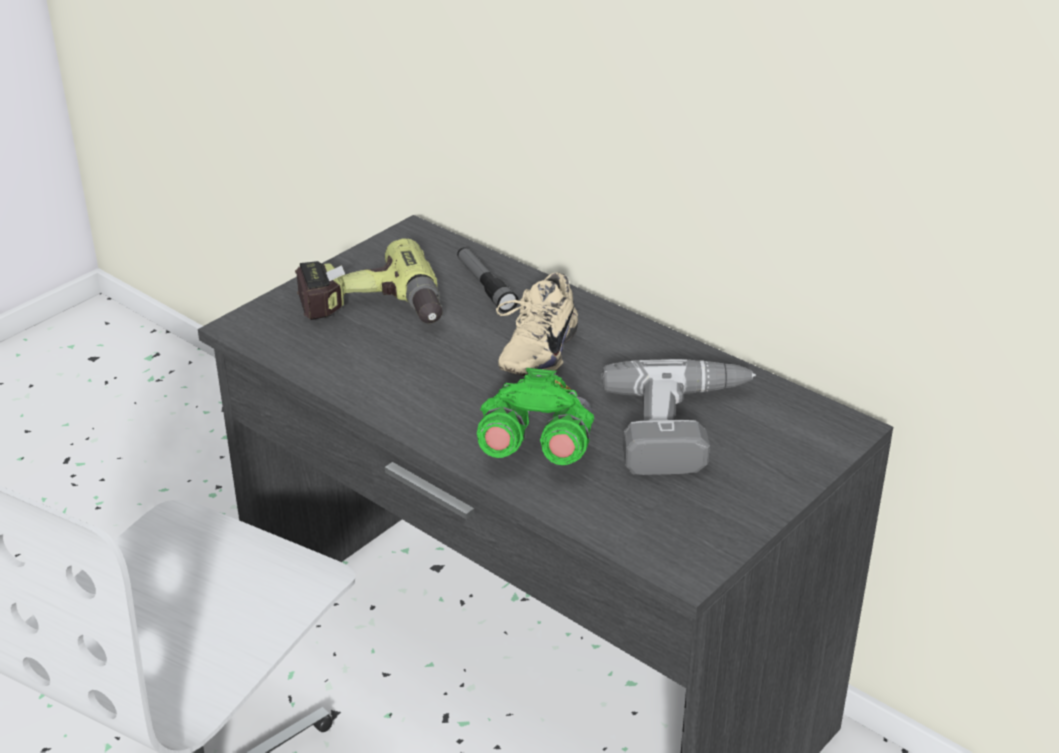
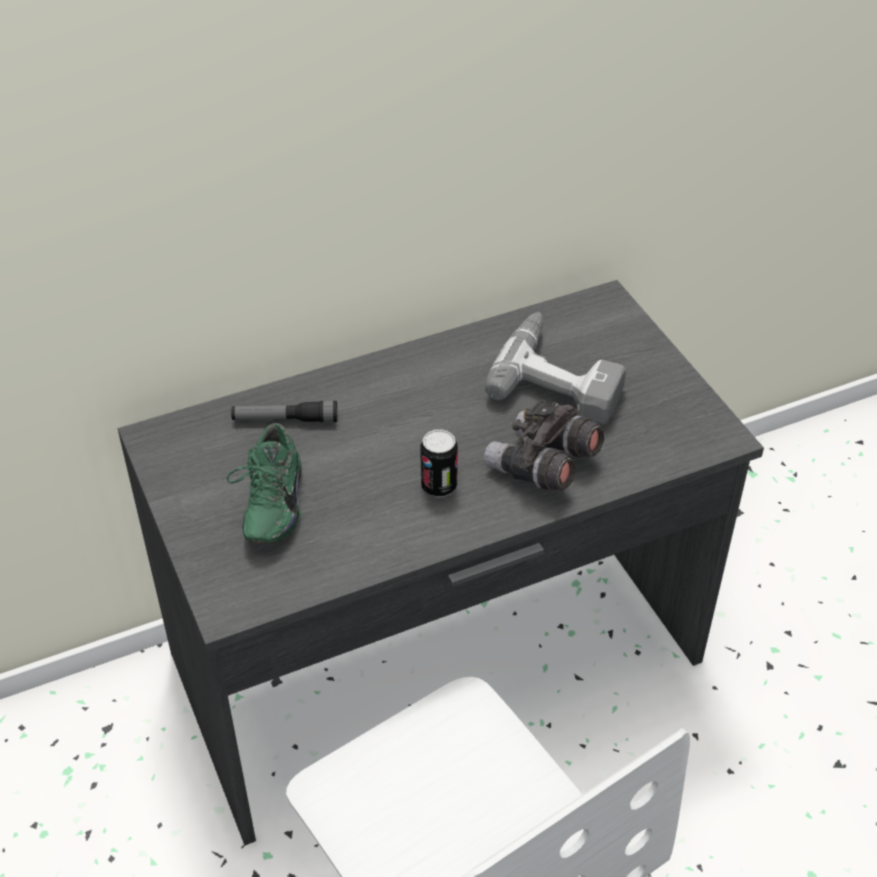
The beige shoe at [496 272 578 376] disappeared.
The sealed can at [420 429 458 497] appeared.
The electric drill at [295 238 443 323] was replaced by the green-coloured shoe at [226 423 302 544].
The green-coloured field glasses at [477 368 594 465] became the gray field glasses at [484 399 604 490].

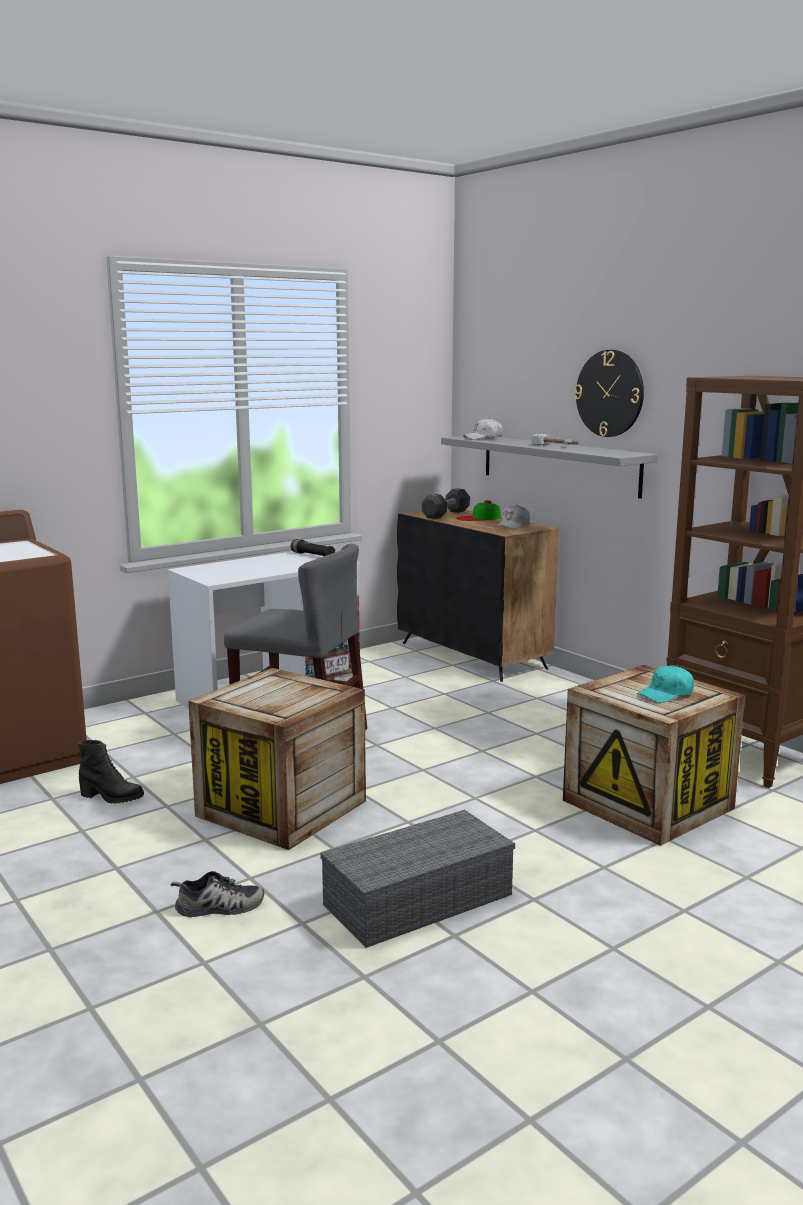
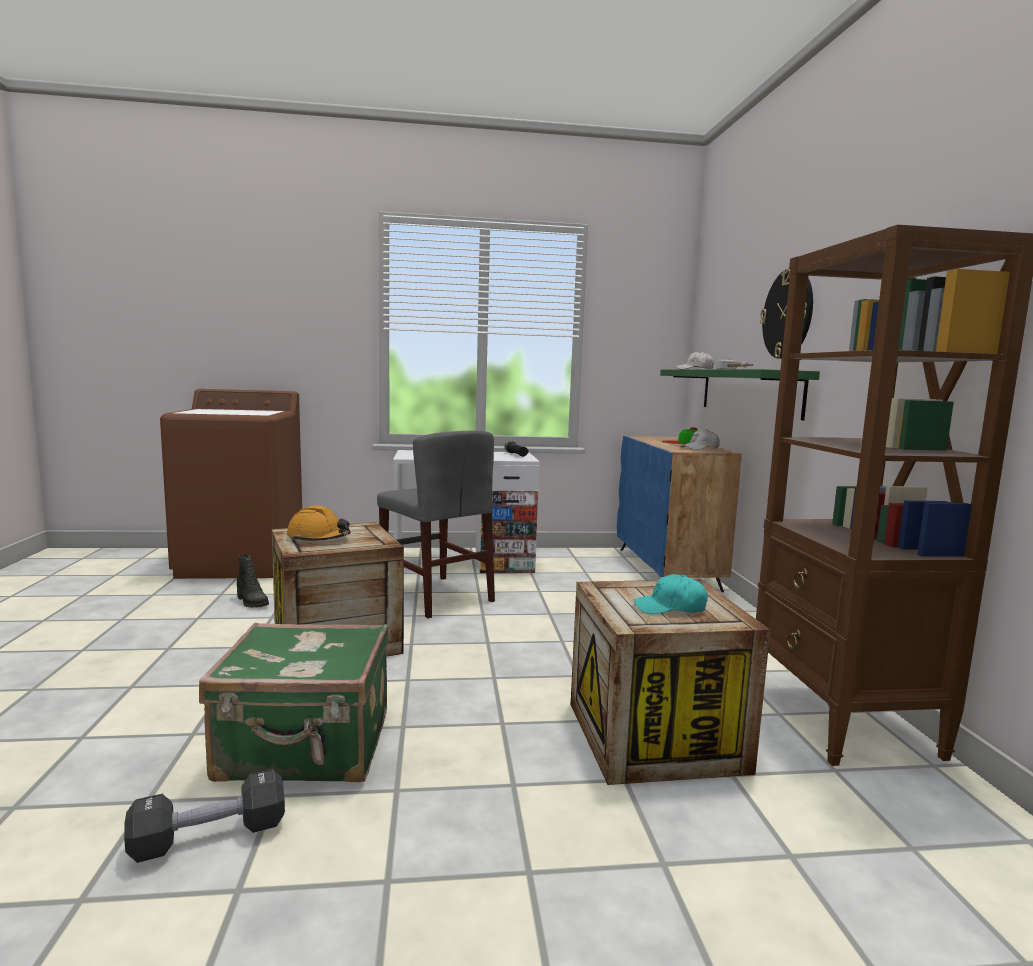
The shoe at [171 871 265 917] disappeared.
The orange-coloured hard hat at [286 506 351 542] appeared.
The black-coloured free weight moved from [422 488 470 519] to [124 769 285 863].
The gray storage box at [320 810 515 948] was replaced by the green-coloured travel case at [199 622 389 782].
The black-coloured storage cabinet at [397 508 559 682] became the bluish storage cabinet at [617 436 742 592].
The gray wall shelf at [441 436 658 499] became the green-coloured wall shelf at [660 369 820 421].

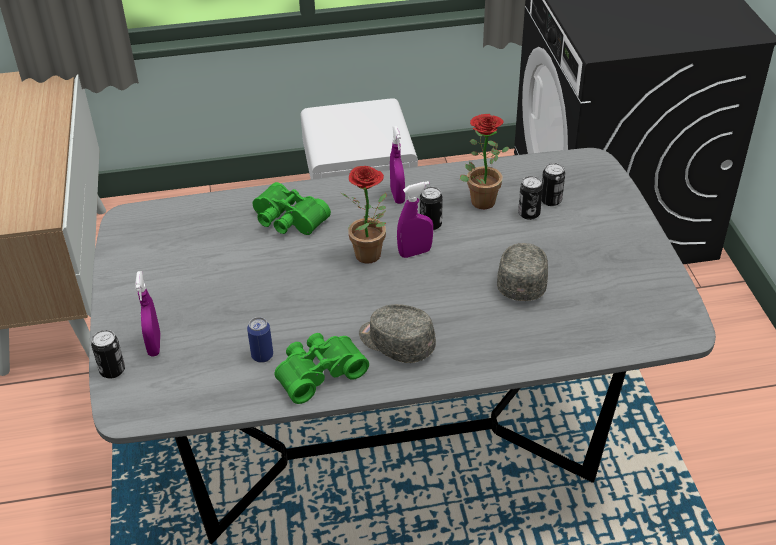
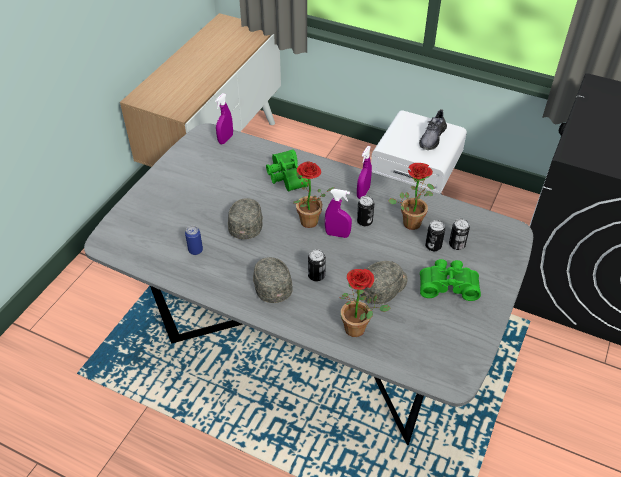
The gray peaked cap at [228 198 263 239] appeared.
The potted plant at [339 269 391 337] appeared.
The gray shoe at [419 109 447 150] appeared.
The sealed can moved from [91 330 125 379] to [308 249 326 281].
The purple-coloured hand sprayer moved from [135 271 161 356] to [215 93 233 144].
The green-coloured field glasses moved from [275 333 369 404] to [420 259 481 301].

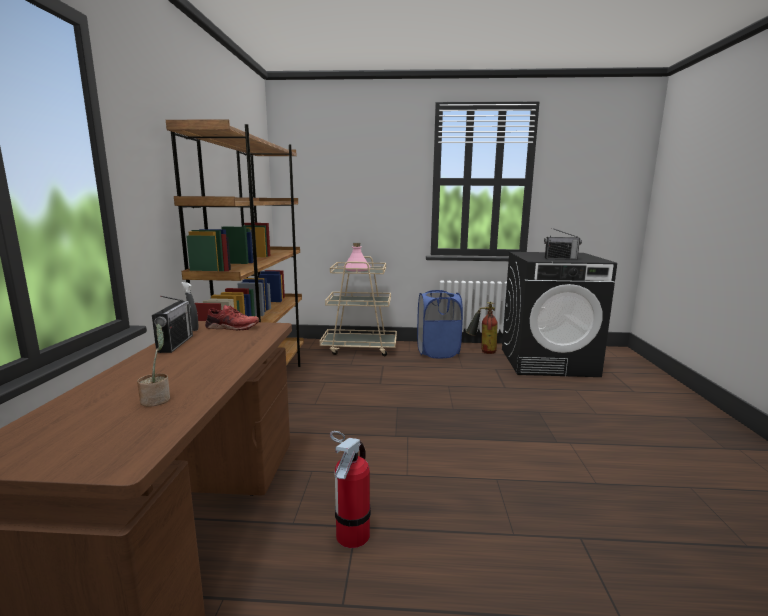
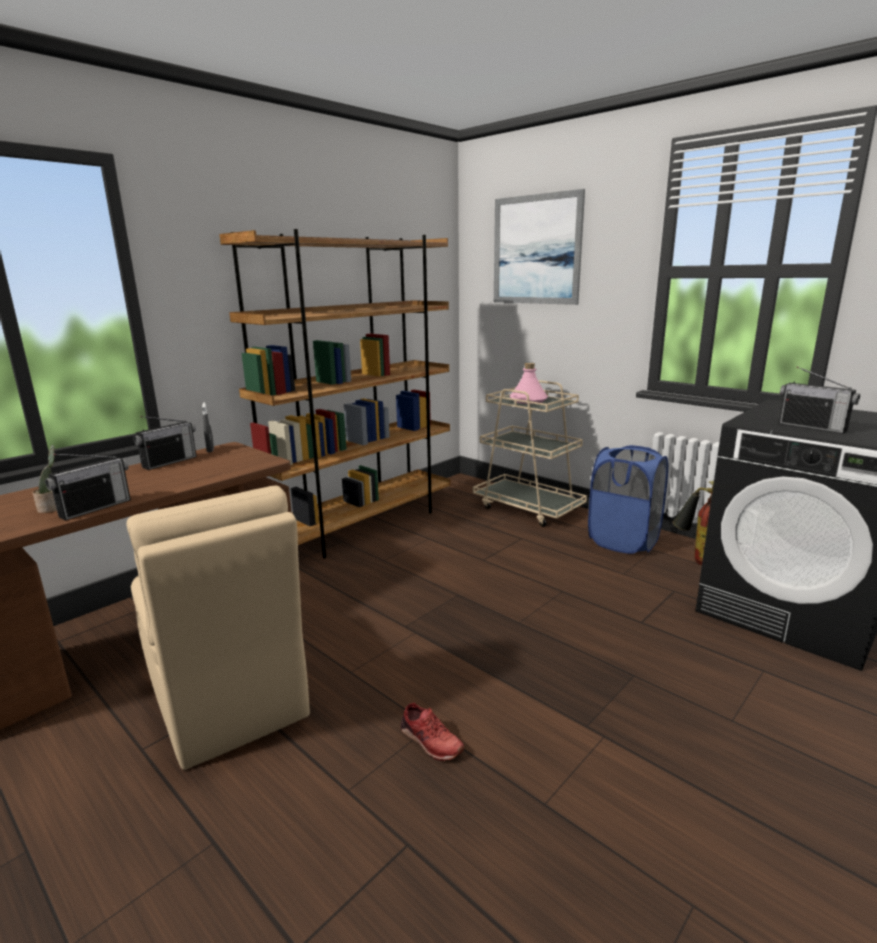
The radio at [45 454 131 521] appeared.
The wall art at [494 189 585 305] appeared.
The red-coloured shoe moved from [205 305 259 331] to [401 703 464 761].
The extinguisher at [330 431 371 548] was replaced by the beige upright chair at [126 486 310 770].

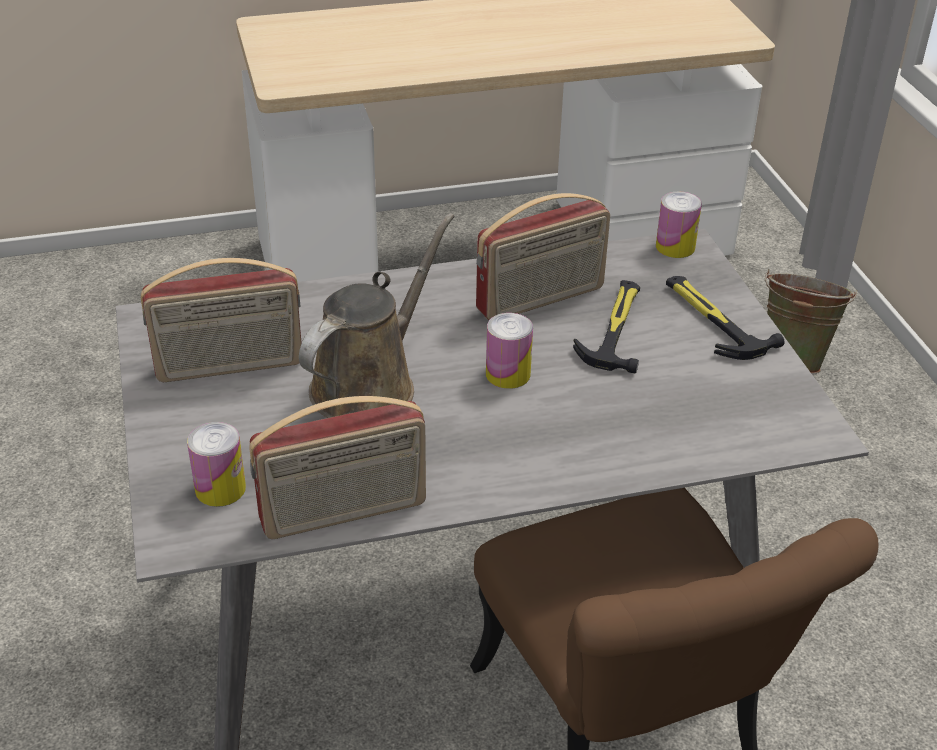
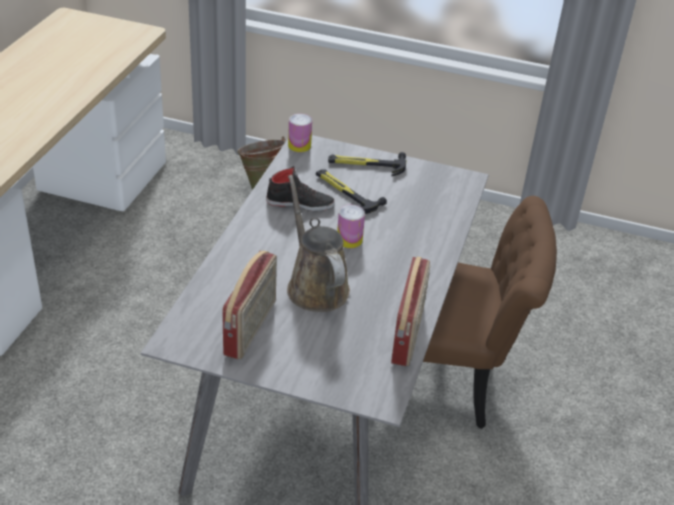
The sealed can at [187 422 246 507] disappeared.
The radio at [476 193 610 320] was replaced by the black-coloured shoe at [266 166 335 211].

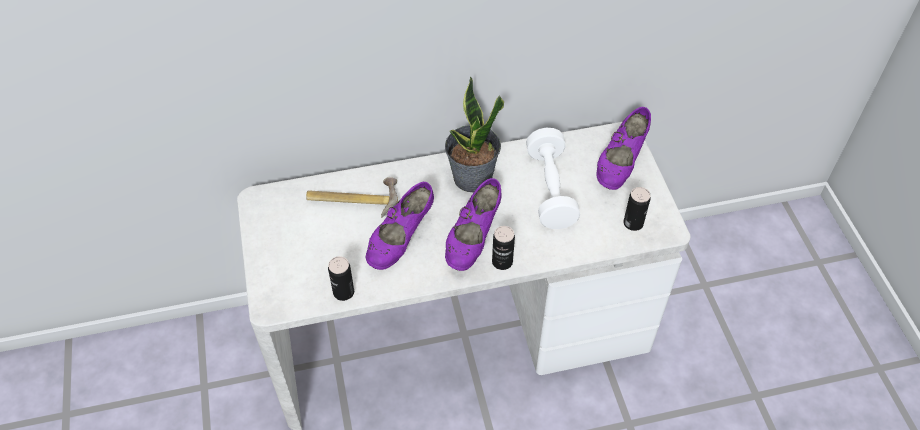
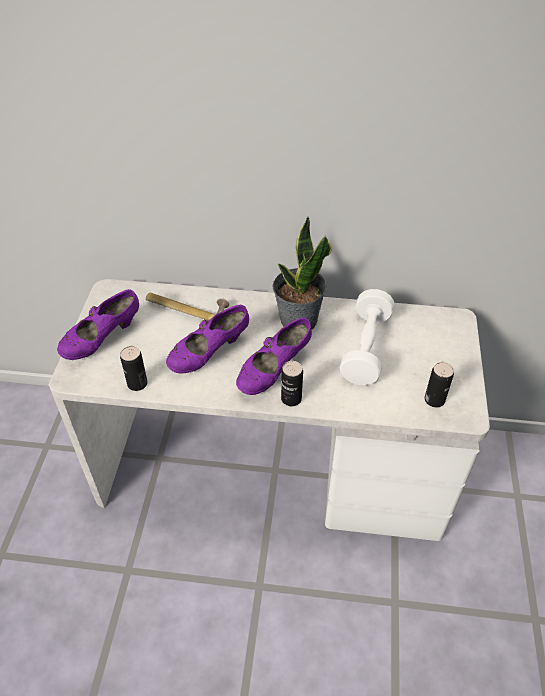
The purple-coloured shoe moved from [596 107 651 190] to [57 289 139 360].

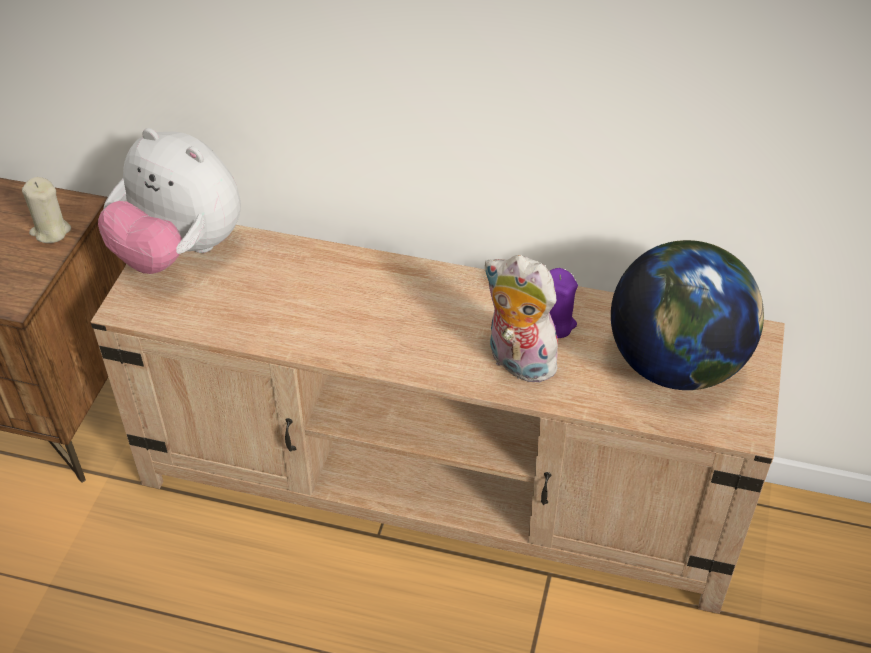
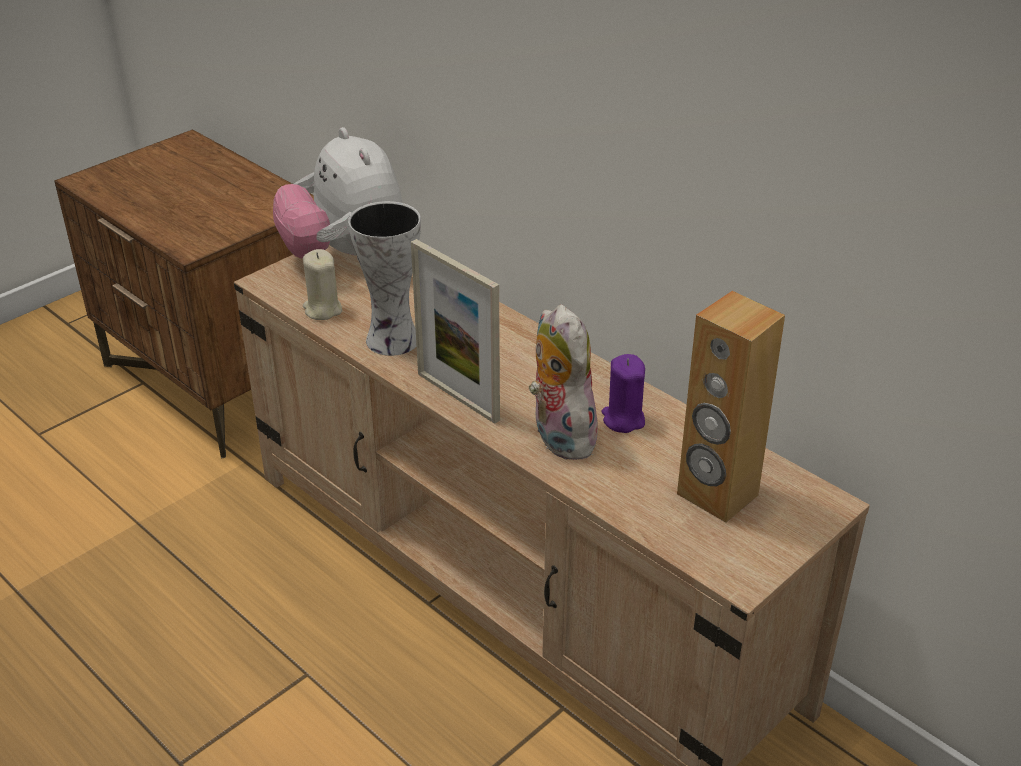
The flower vase at [348 201 421 356] appeared.
The photo frame at [411 239 500 424] appeared.
The beige candle moved from [22 177 71 243] to [303 249 342 320].
The globe at [611 240 764 390] was replaced by the brownish audio speaker at [677 291 785 523].

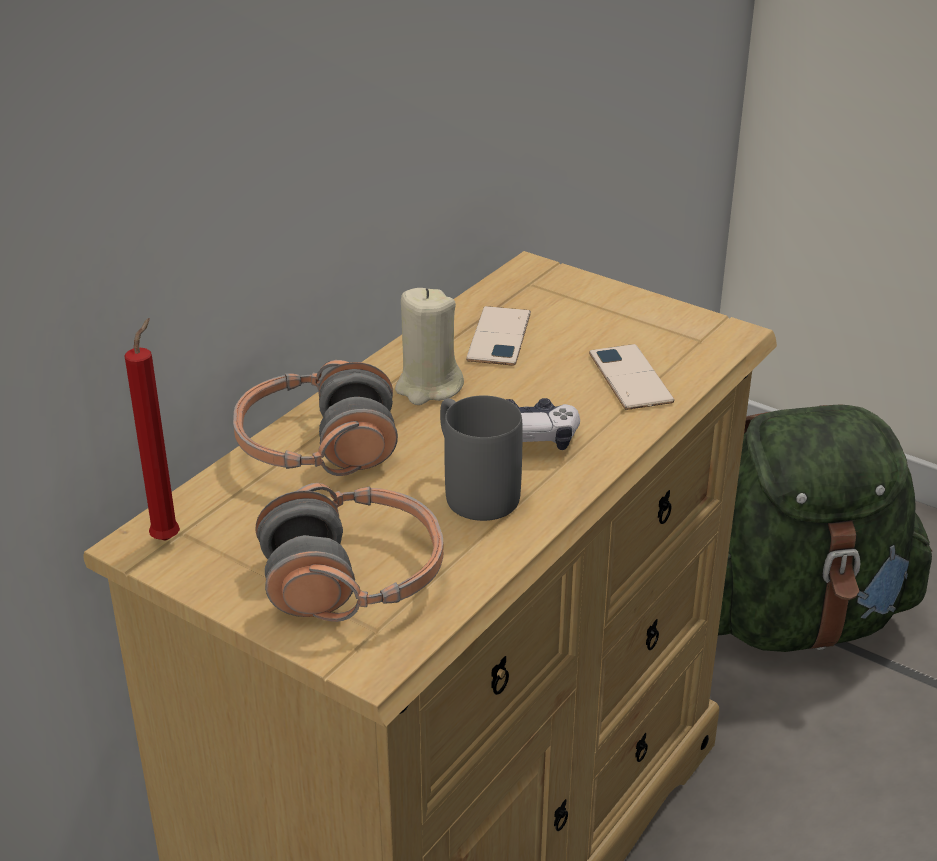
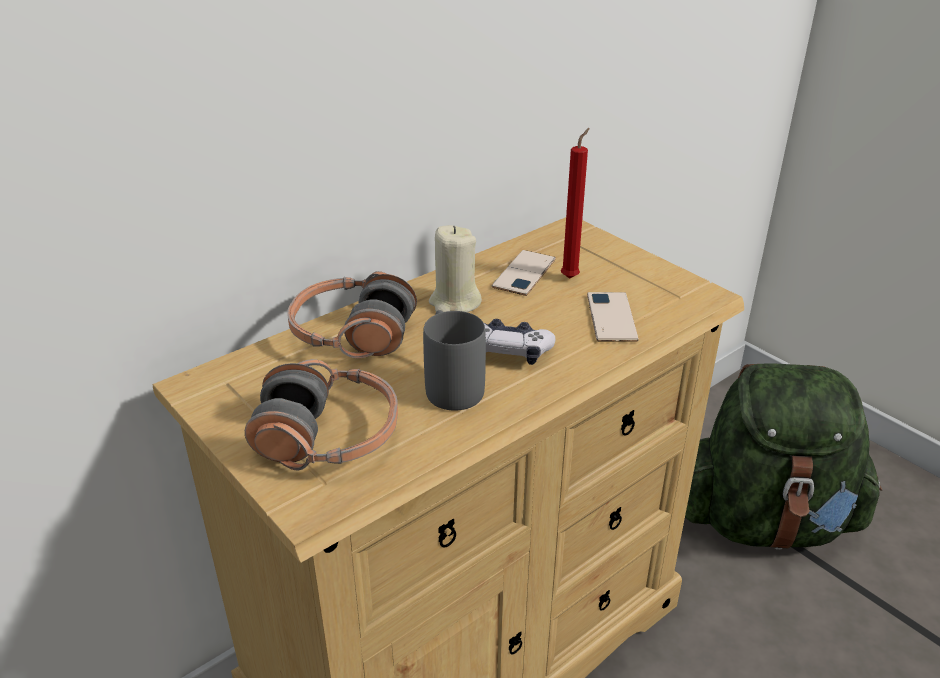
The red-coloured candle moved from [124 318 180 541] to [561 128 590 279].

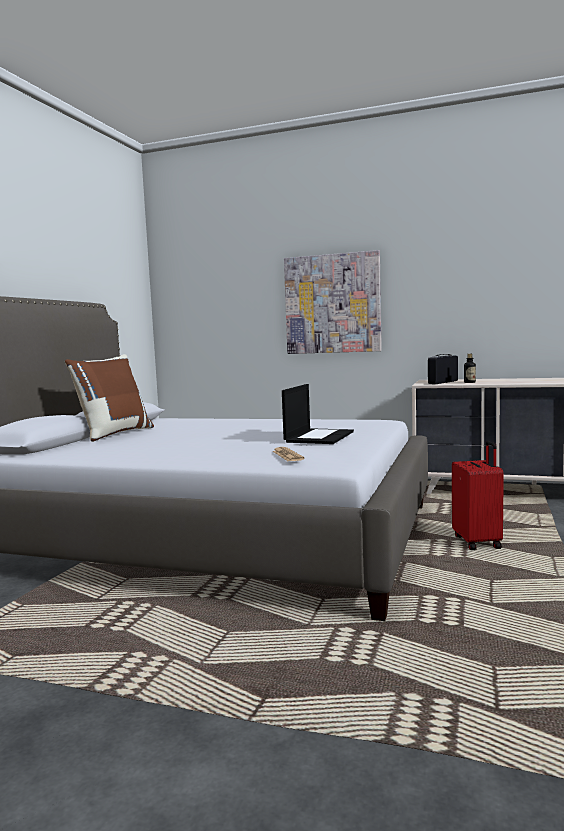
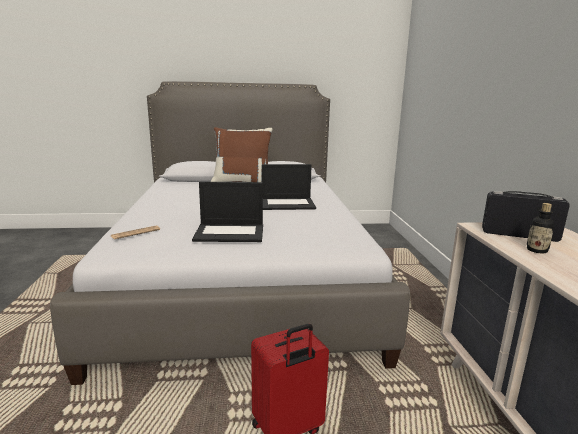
The wall art at [284 250 382 354] disappeared.
The portable computer at [262 164 316 210] appeared.

